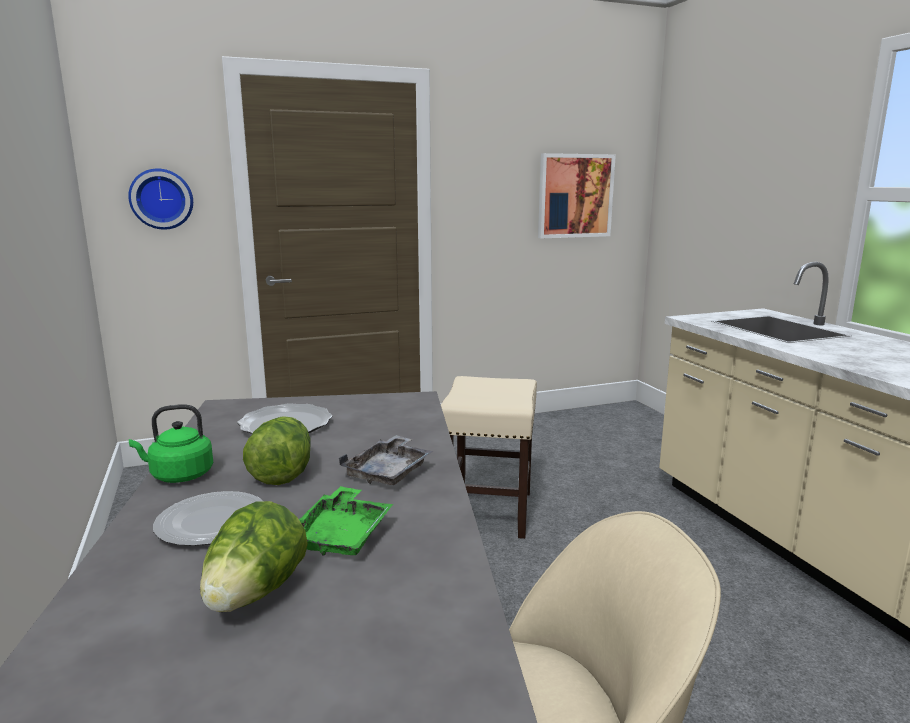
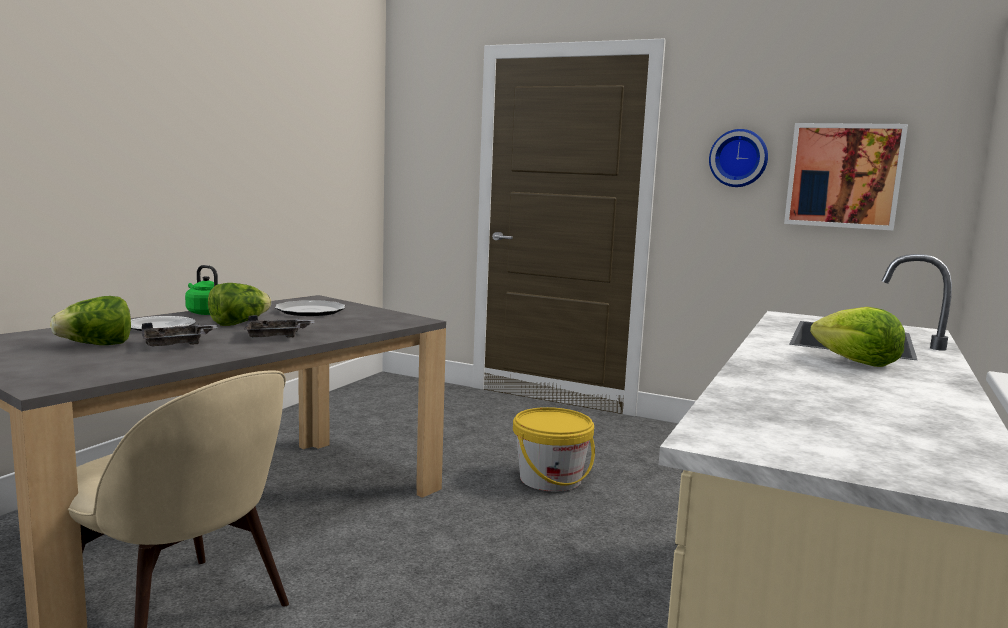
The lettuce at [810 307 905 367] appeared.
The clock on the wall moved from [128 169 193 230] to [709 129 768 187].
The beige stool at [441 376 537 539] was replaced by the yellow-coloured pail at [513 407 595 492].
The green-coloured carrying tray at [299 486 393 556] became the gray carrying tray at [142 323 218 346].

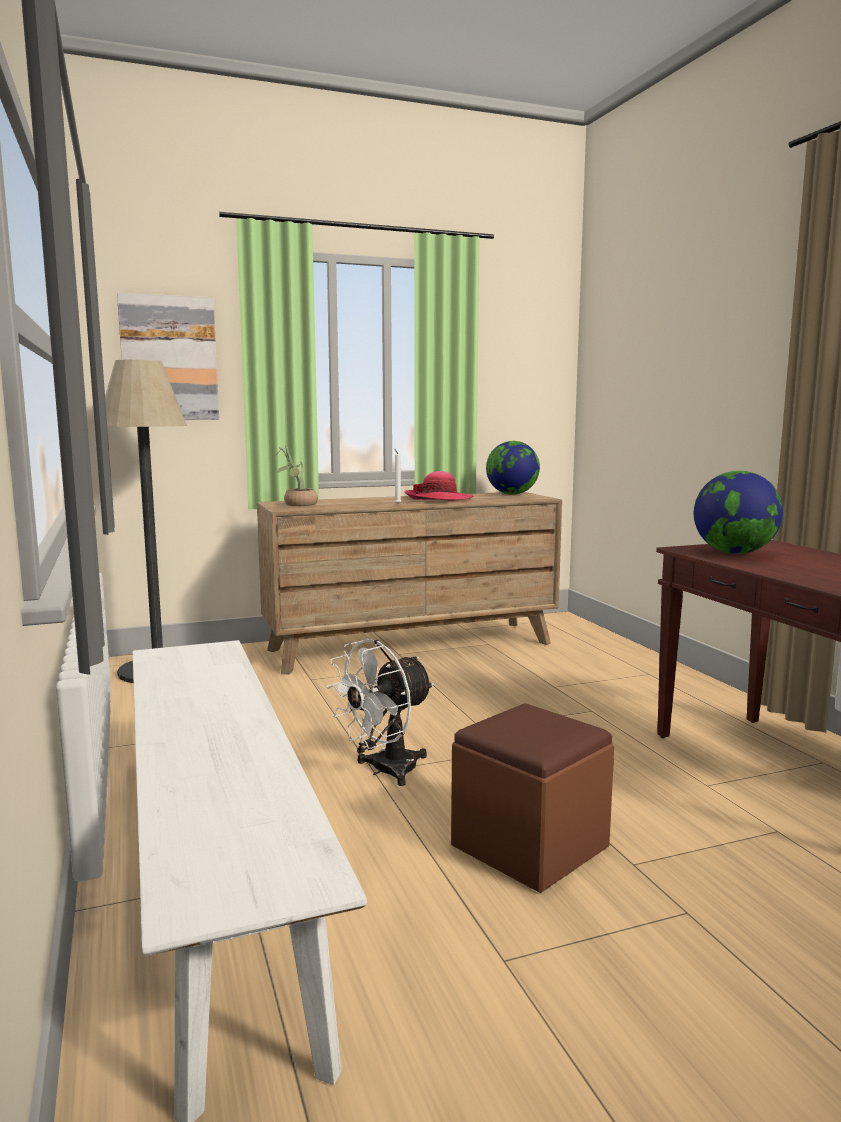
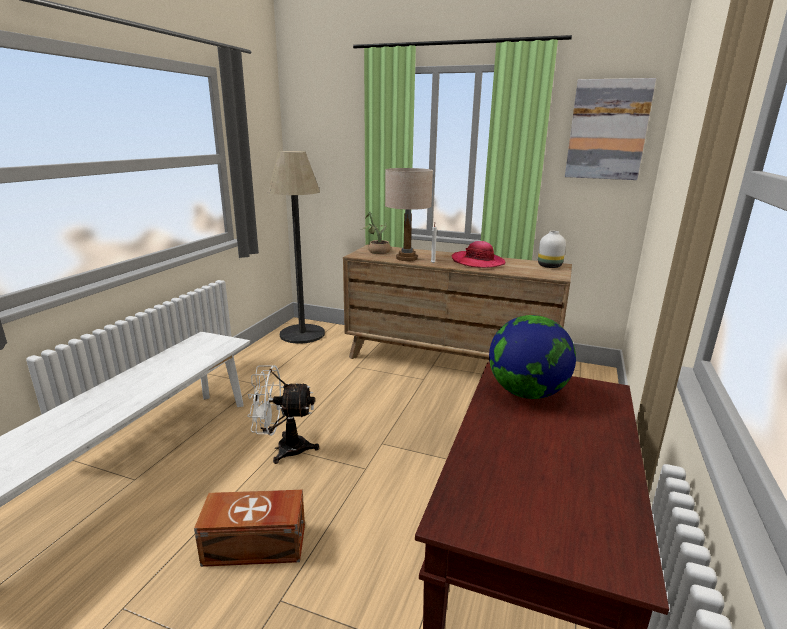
The beige lamp for a table at [385 168 433 261] appeared.
The wall art moved from [117 293 219 420] to [565 78 656 180].
The brownish pouffe at [451 704 614 893] was replaced by the brownish storage box at [194 490 305 567].
The globe at [486 441 540 495] was replaced by the whitish flower vase at [538 231 566 268].

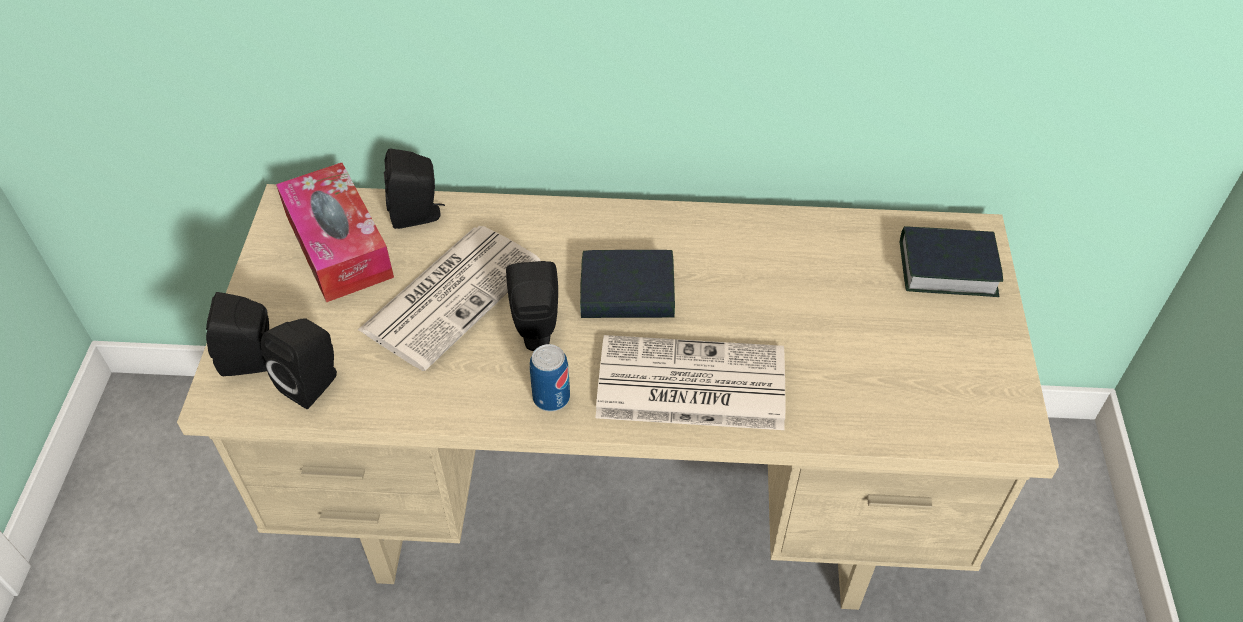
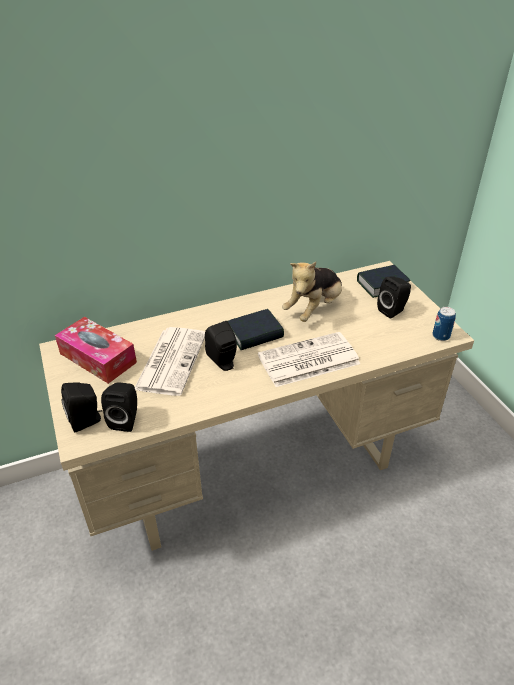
The plush toy at [282 262 342 322] appeared.
The black-coloured audio speaker moved from [384 149 445 229] to [377 277 411 319].
The sealed can moved from [530 344 570 411] to [432 307 456 341].

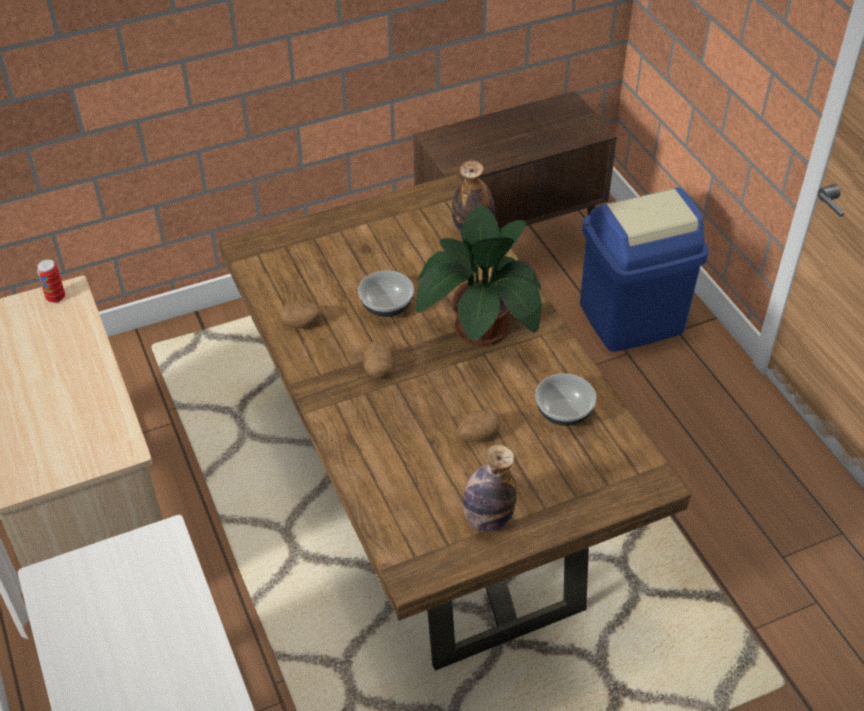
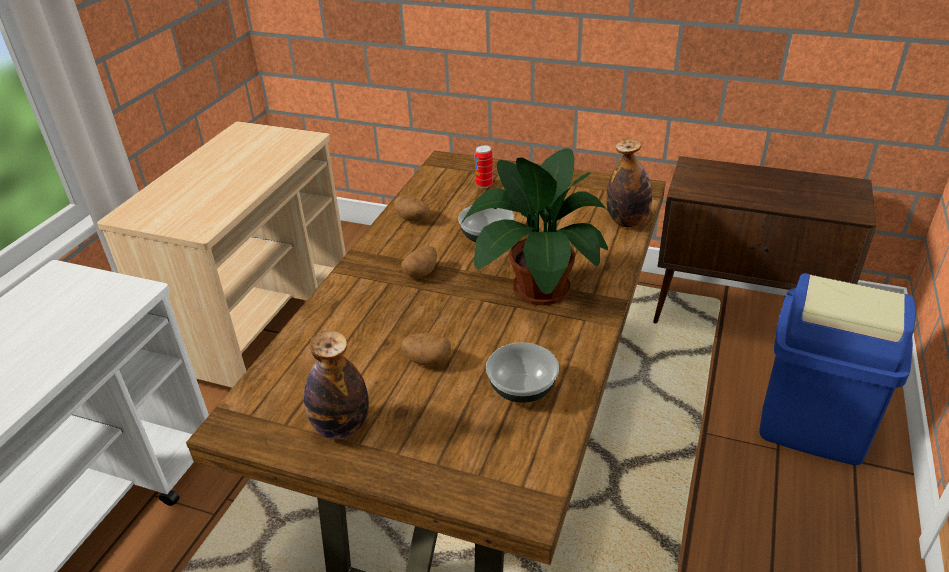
The sealed can moved from [37 259 65 303] to [475 145 493 188].

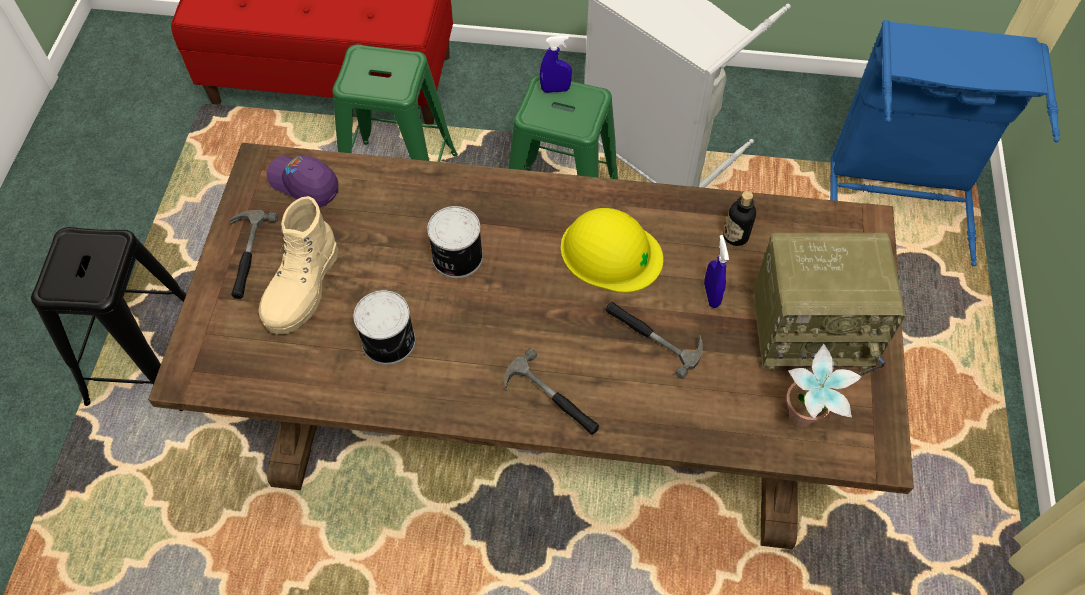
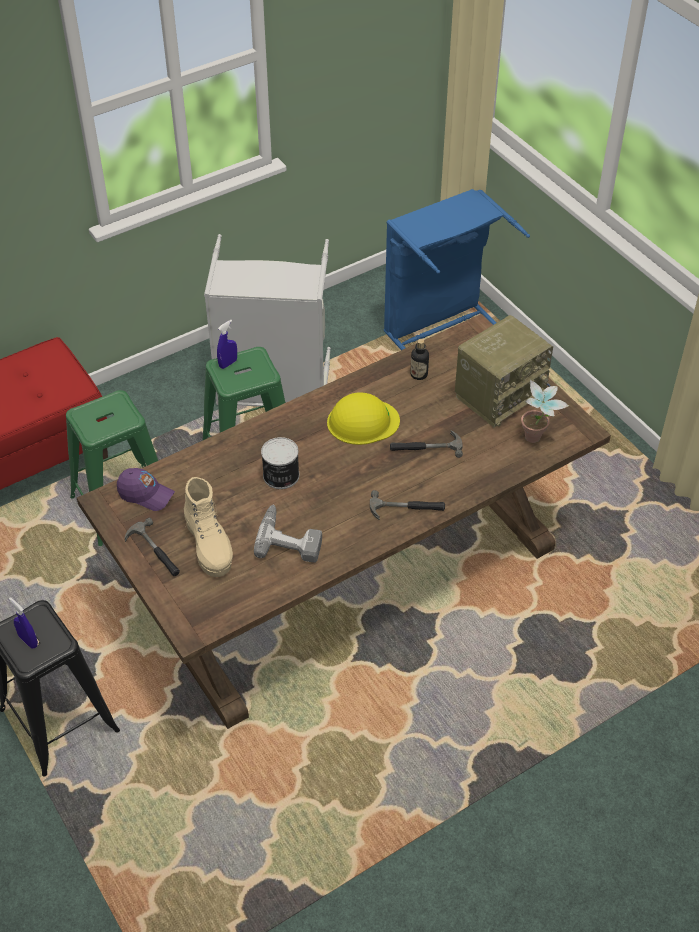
The bluish hand sprayer moved from [704 235 729 308] to [9 597 38 649].
The sealed can at [353 290 416 365] was replaced by the electric drill at [254 504 322 563].
The purple-coloured peaked cap at [266 156 338 207] turned 150 degrees counterclockwise.

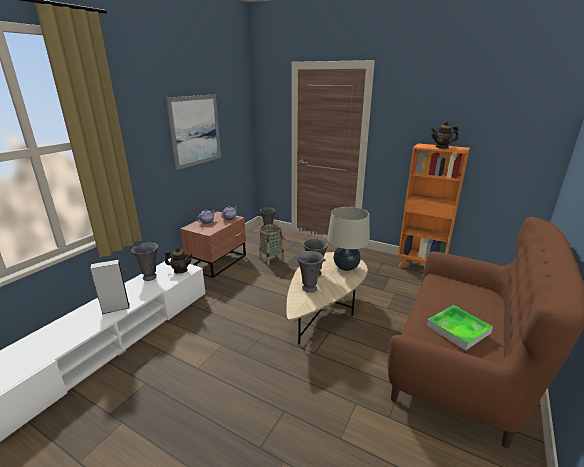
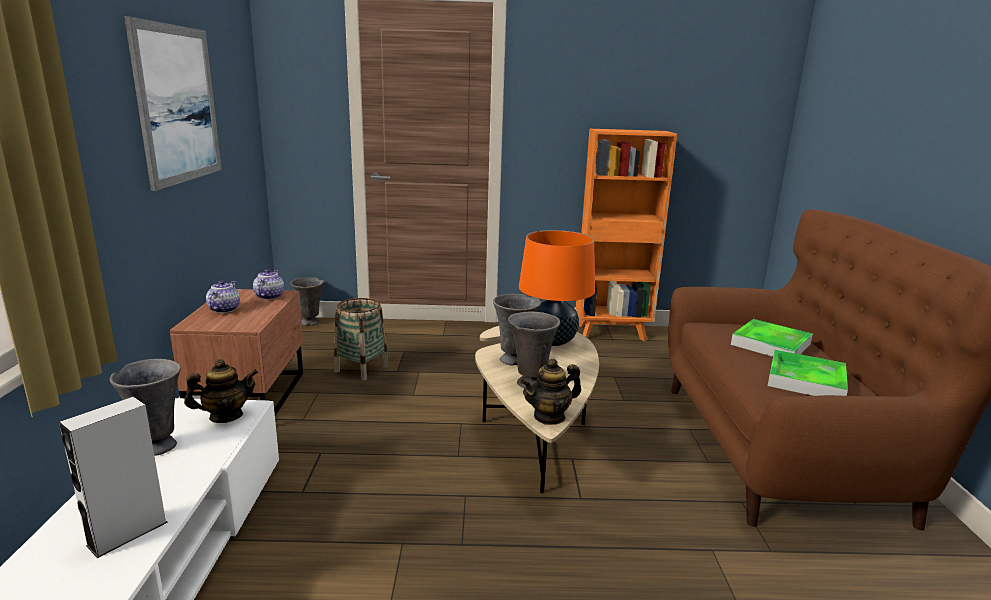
The carrying tray at [731 319 813 357] appeared.
The pot for tea moved from [431 121 459 149] to [520 358 581 425].
The beige lamp for a table at [327 207 370 271] became the orange-coloured lamp for a table at [519 230 595 346].

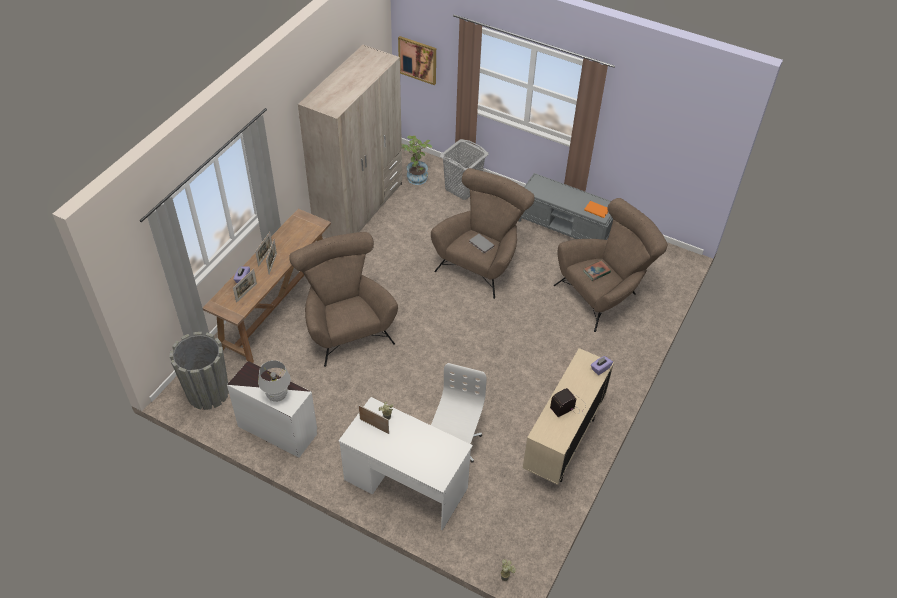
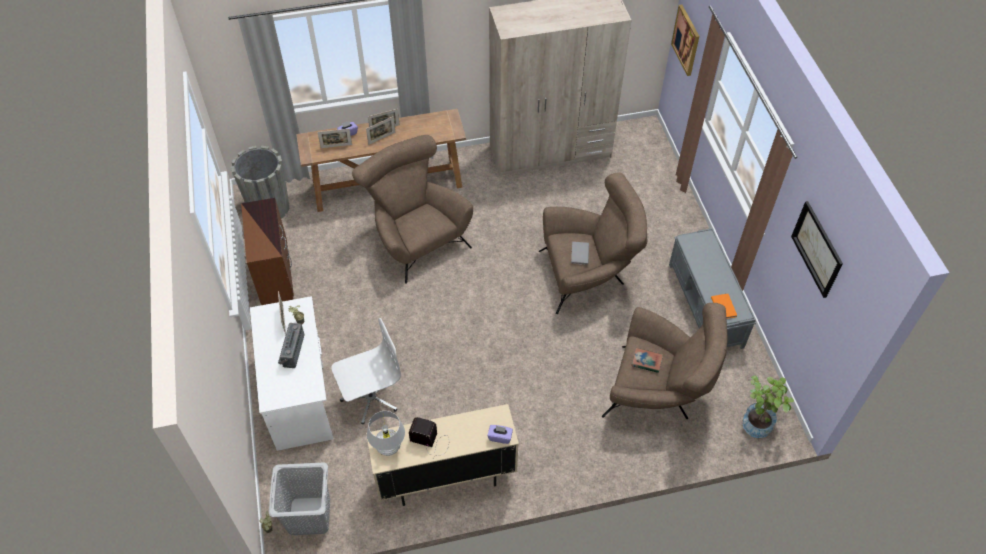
The radio at [278 323 304 368] appeared.
The wall art at [791 201 843 298] appeared.
The whitish lamp for a table moved from [258 360 291 402] to [367 411 405 456].
The potted plant moved from [402 135 432 185] to [743 375 794 438].
The gray washing basket moved from [440 139 489 200] to [269 463 330 535].
The whitish chest of drawers at [227 361 317 458] became the brownish chest of drawers at [241 198 294 305].
The brownish easy chair at [289 232 398 367] turned 60 degrees counterclockwise.

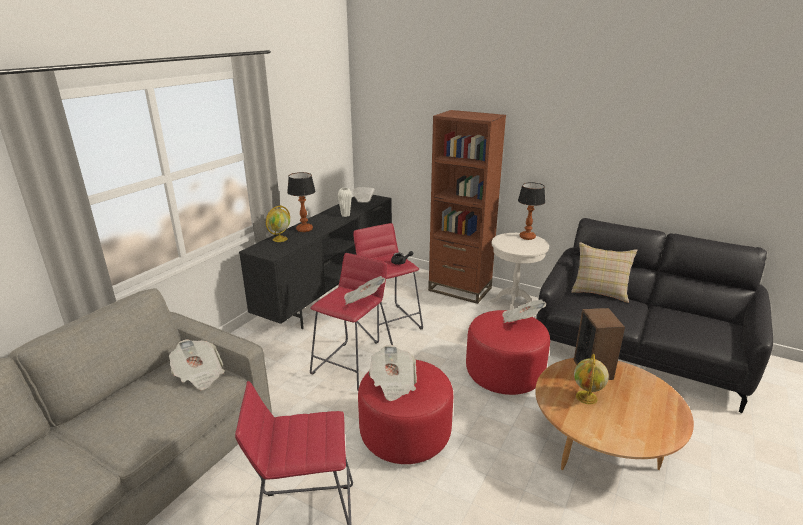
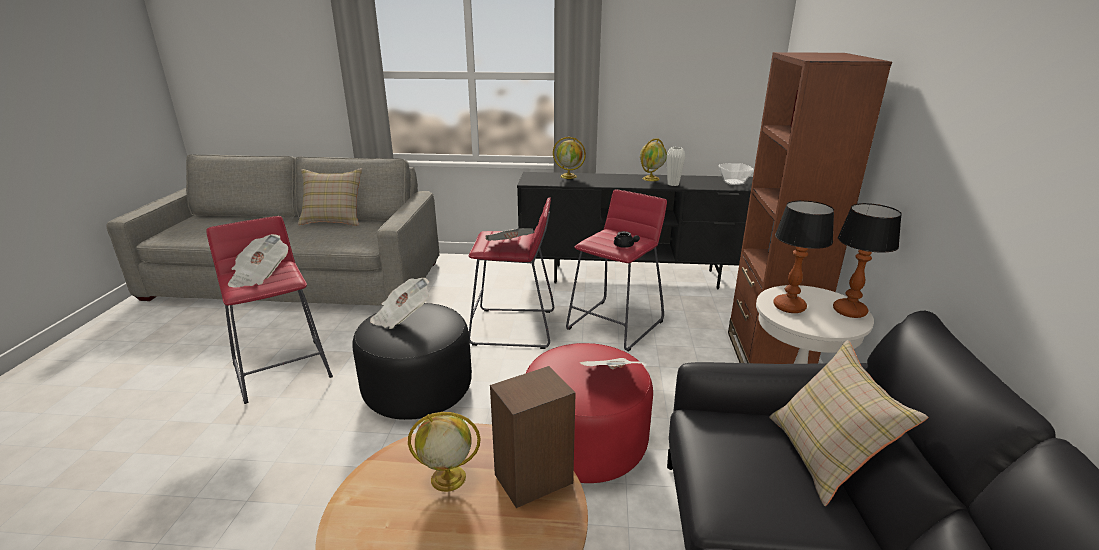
The beige cushion at [298 168 362 226] appeared.
The globe at [640 138 667 181] appeared.
The printed paper moved from [169 339 225 390] to [228 234 288 288].
The lamp for a table moved from [287 172 316 232] to [773 200 834 313].
The red-coloured pouffe at [358 360 453 464] became the black-coloured pouffe at [352 303 472 420].

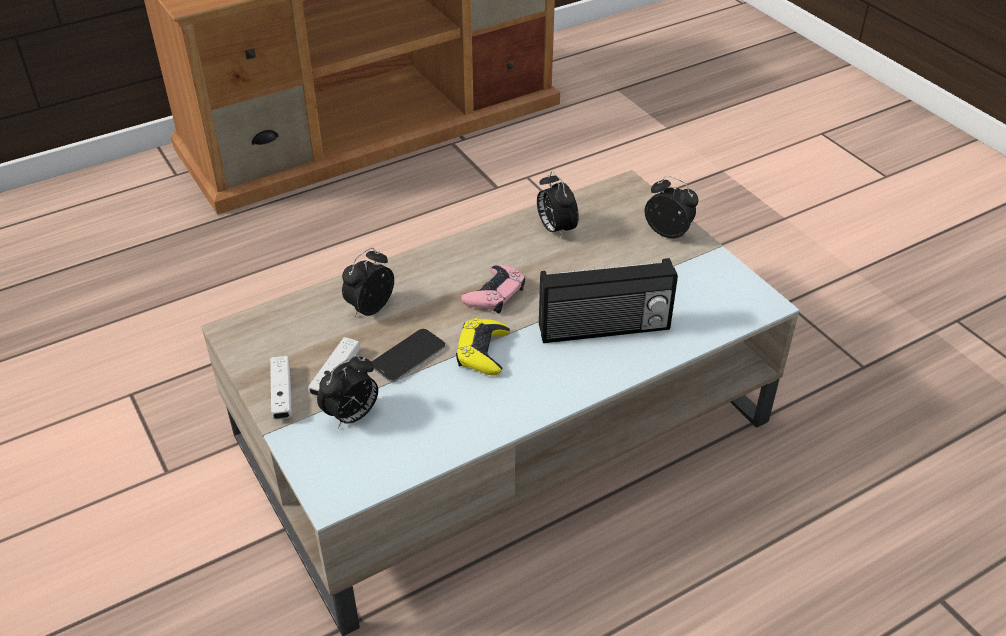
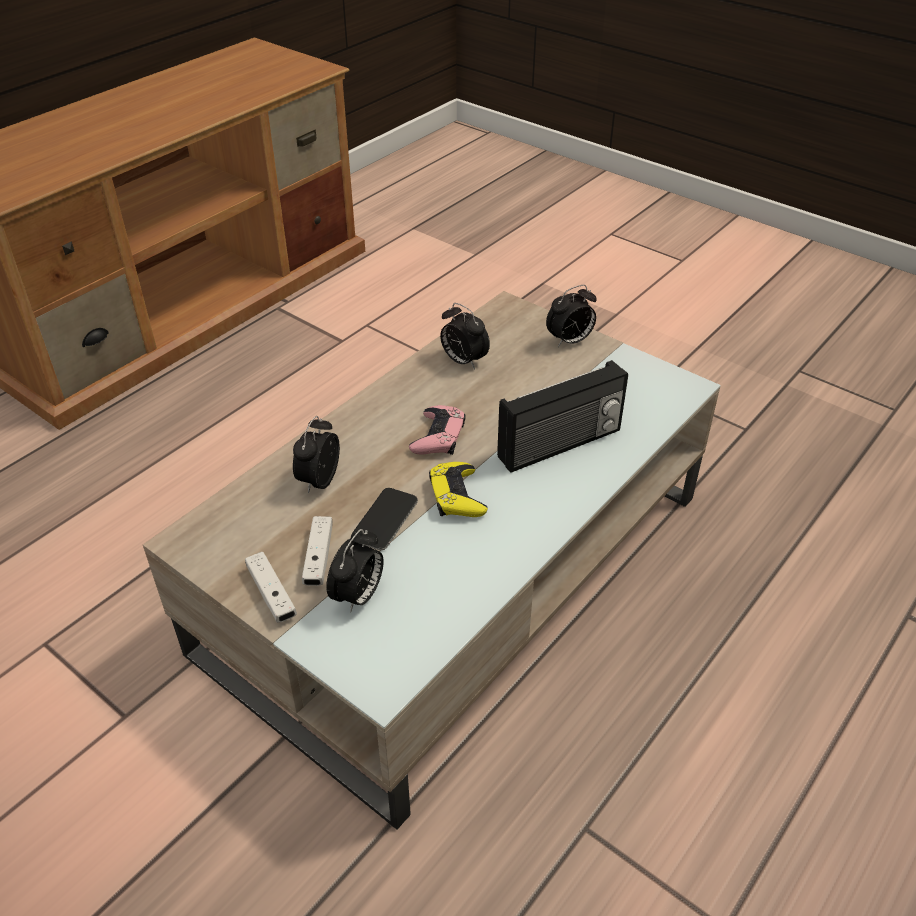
The table clock at [645 176 699 239] turned 135 degrees clockwise.

